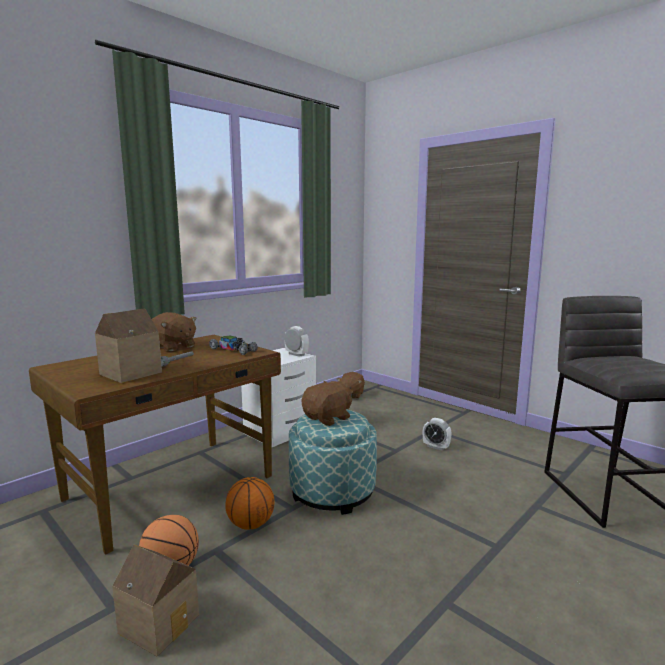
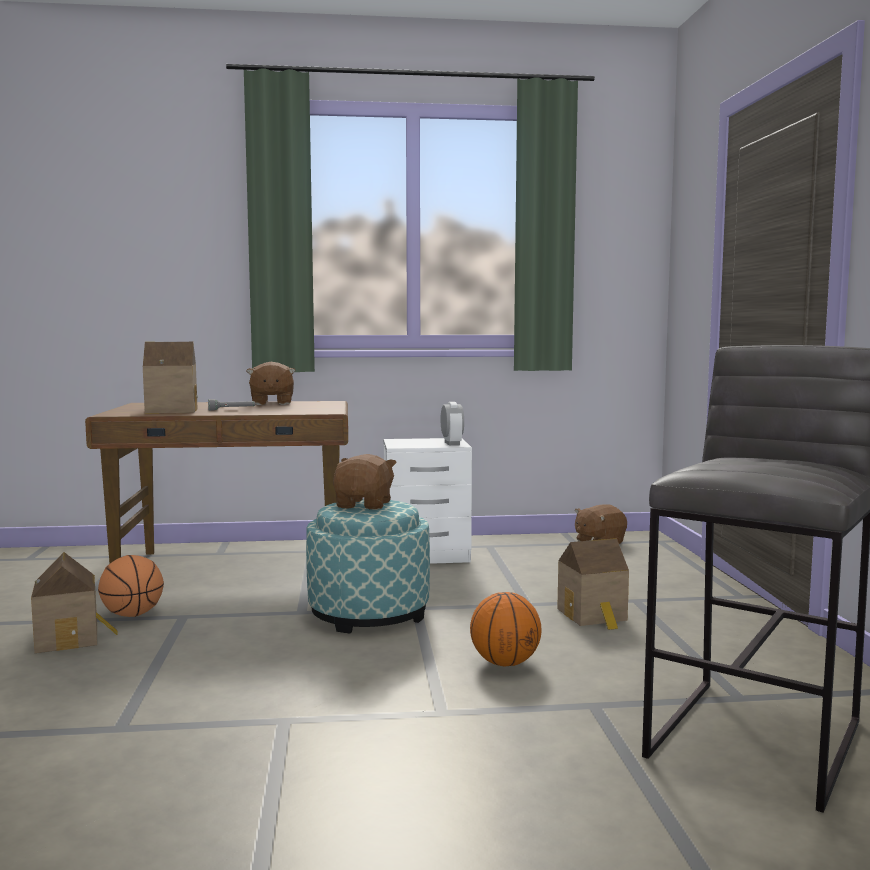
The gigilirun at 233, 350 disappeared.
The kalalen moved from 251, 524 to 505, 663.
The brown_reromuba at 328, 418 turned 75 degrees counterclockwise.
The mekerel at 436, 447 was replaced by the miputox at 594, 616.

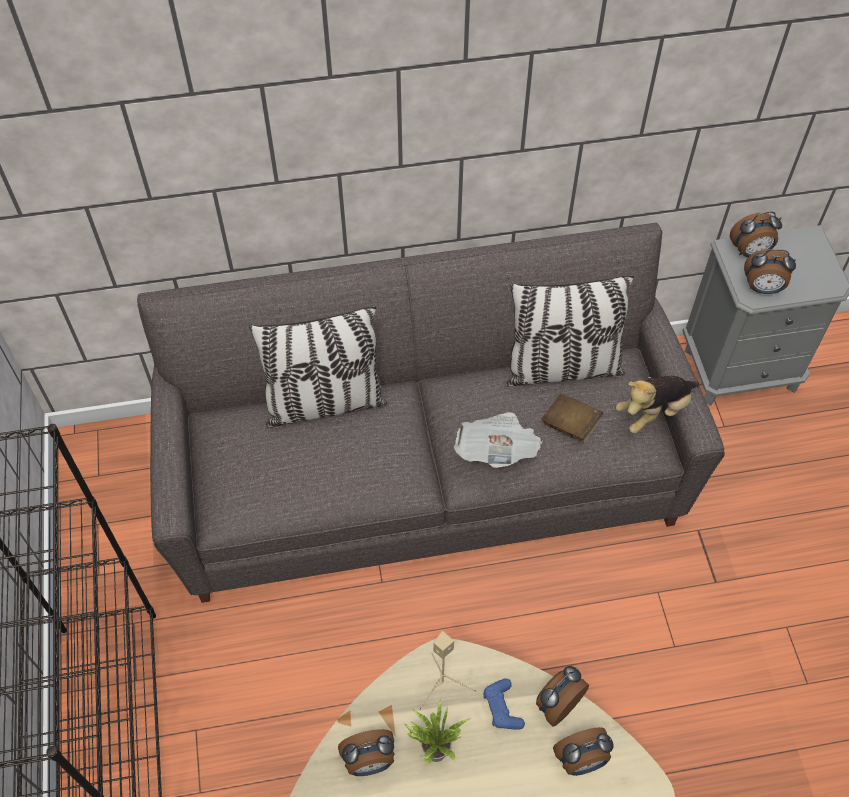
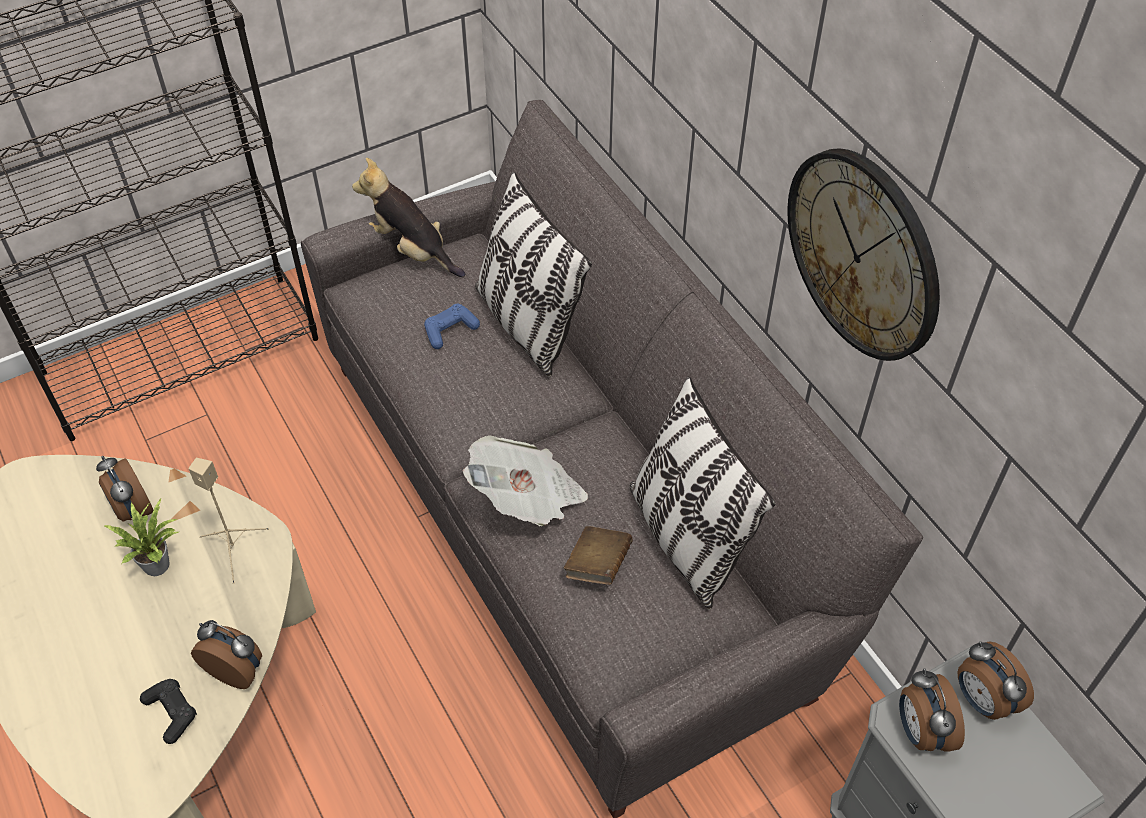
The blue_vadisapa moved from 502, 708 to 450, 330.
The mekerel at 581, 760 was replaced by the black_vadisapa at 172, 713.
The reromuba moved from 654, 411 to 412, 250.
The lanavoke at 864, 254 appeared.

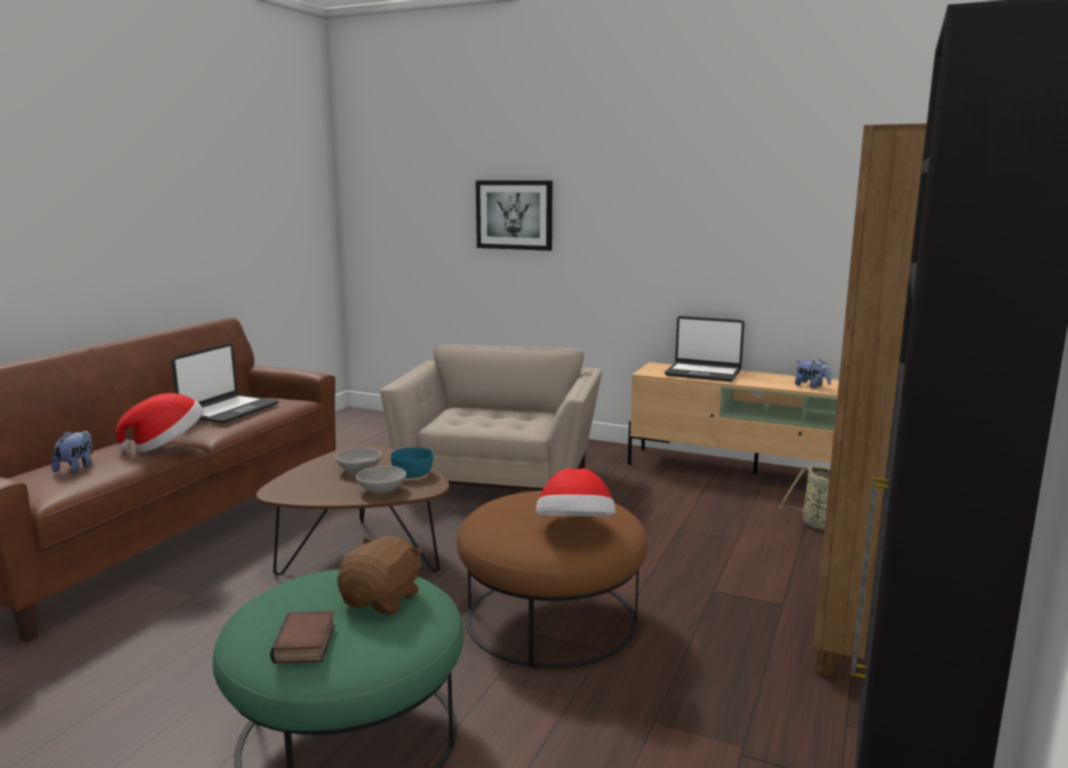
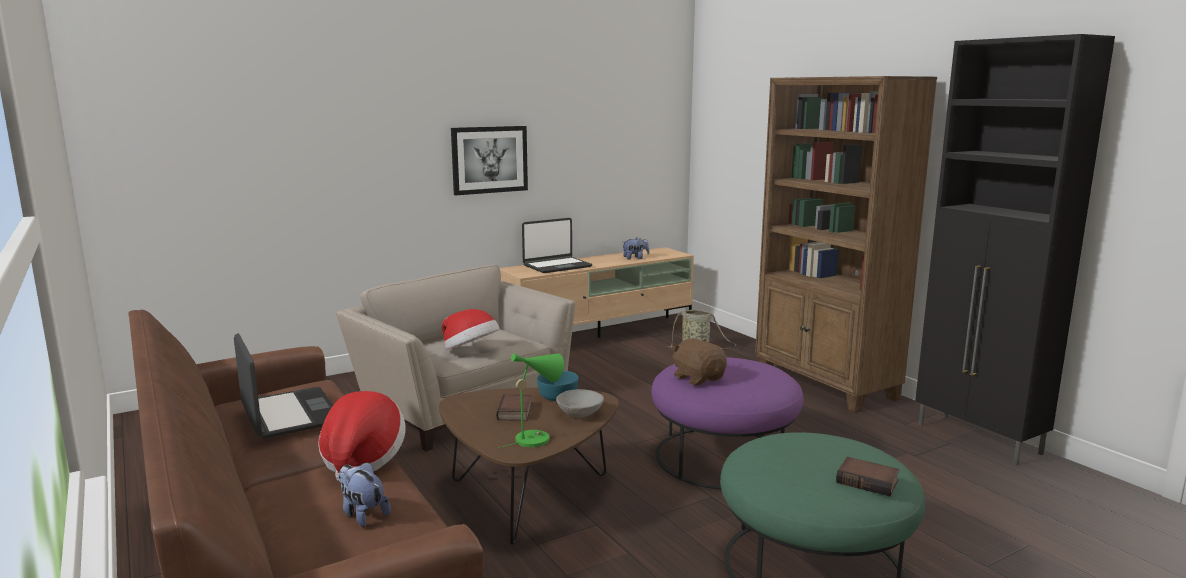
The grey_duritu at 359, 470 was replaced by the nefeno at 516, 412.
The brown_reromuba moved from 383, 600 to 698, 378.
The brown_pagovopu at 551, 618 became the purple_pagovopu at 723, 456.
The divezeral moved from 514, 215 to 489, 159.
The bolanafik moved from 575, 529 to 470, 351.
The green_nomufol at 536, 438 appeared.

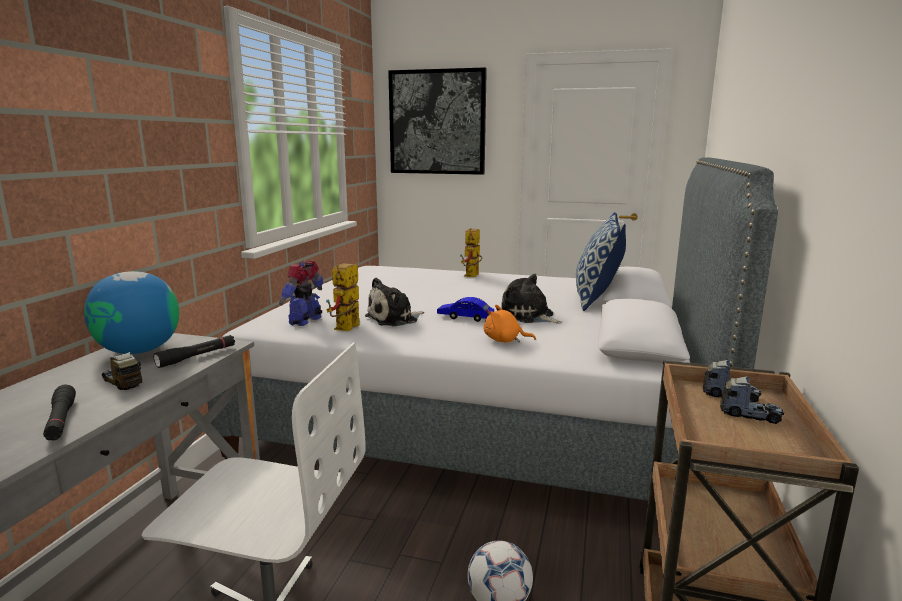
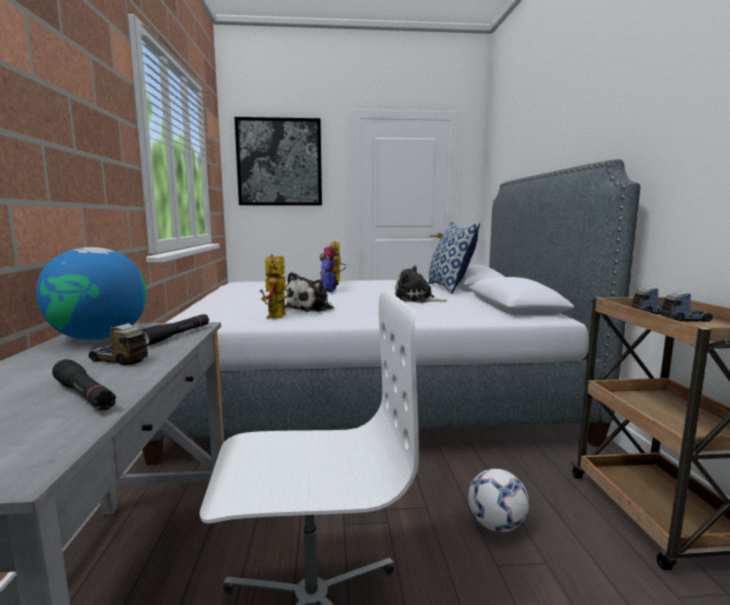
The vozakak moved from 306, 321 to 329, 290.
The blue_gigilirun at 465, 317 disappeared.
The orange_reromuba at 504, 340 disappeared.

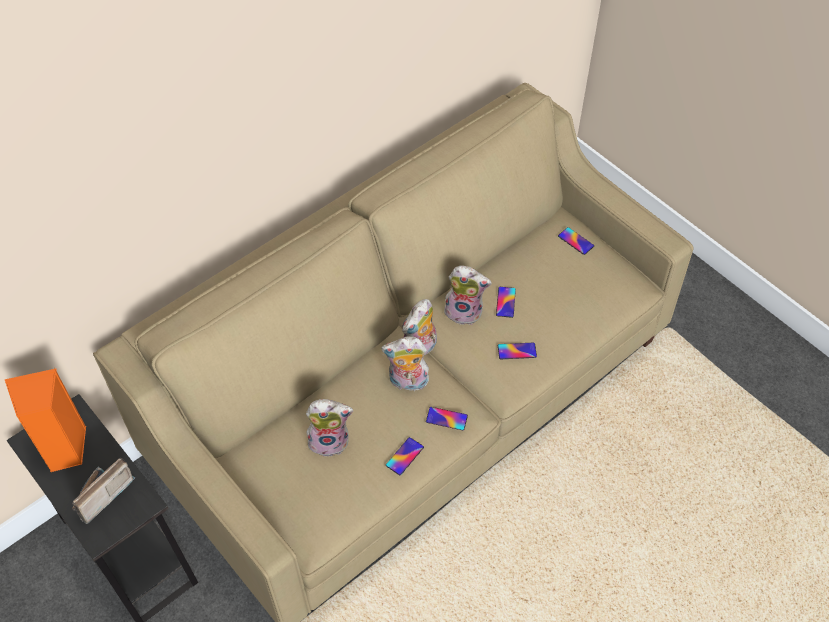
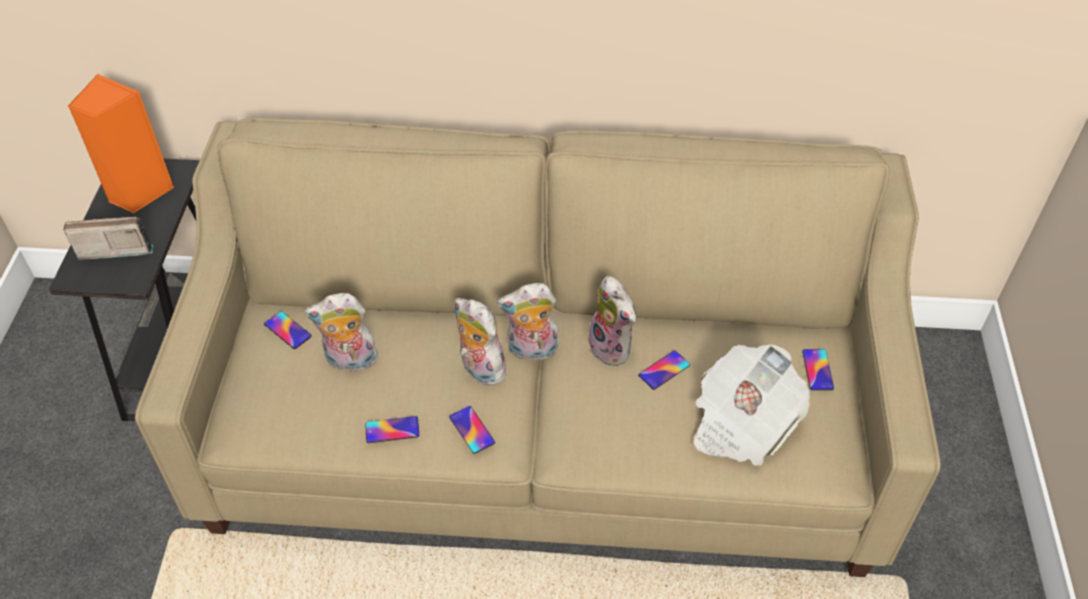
The reromuba at 330, 440 turned 135 degrees clockwise.
The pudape moved from 517, 351 to 288, 330.
The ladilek at 741, 422 appeared.

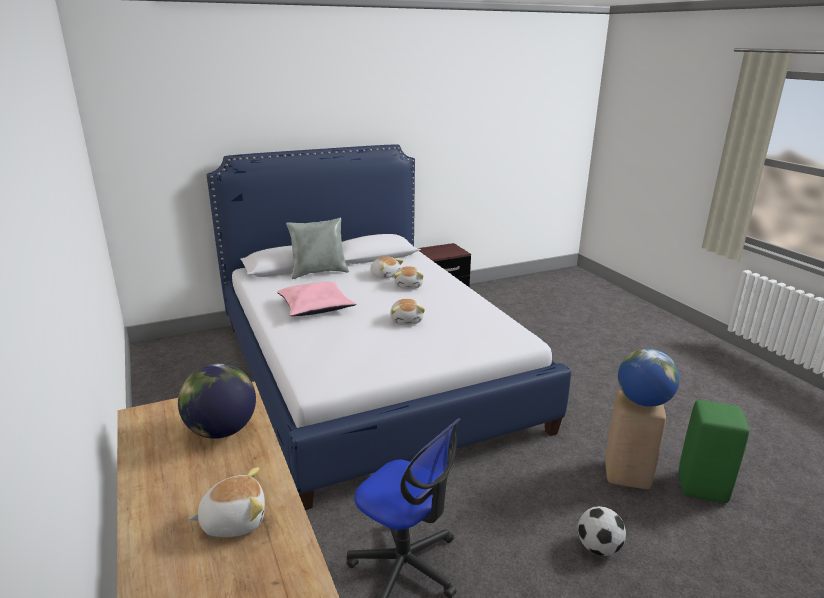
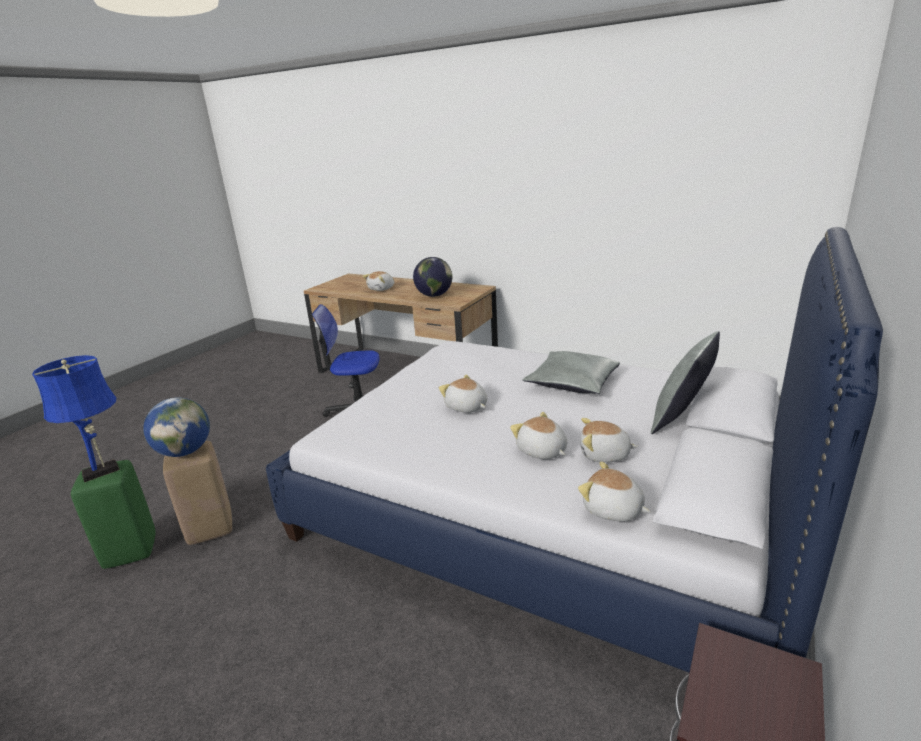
The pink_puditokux at 316, 307 became the grey_puditokux at 572, 382.
The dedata at 598, 548 disappeared.
The blue_nomufol at 105, 470 appeared.
The reromuba at 612, 510 appeared.

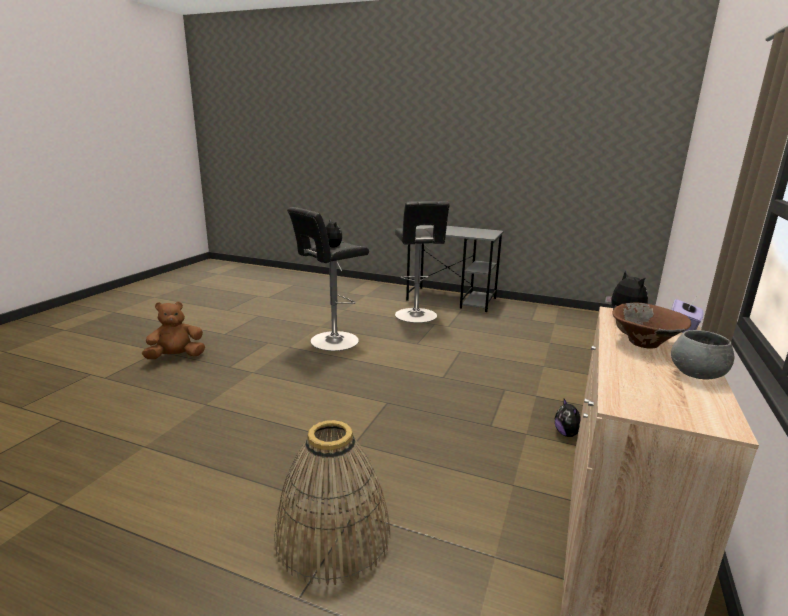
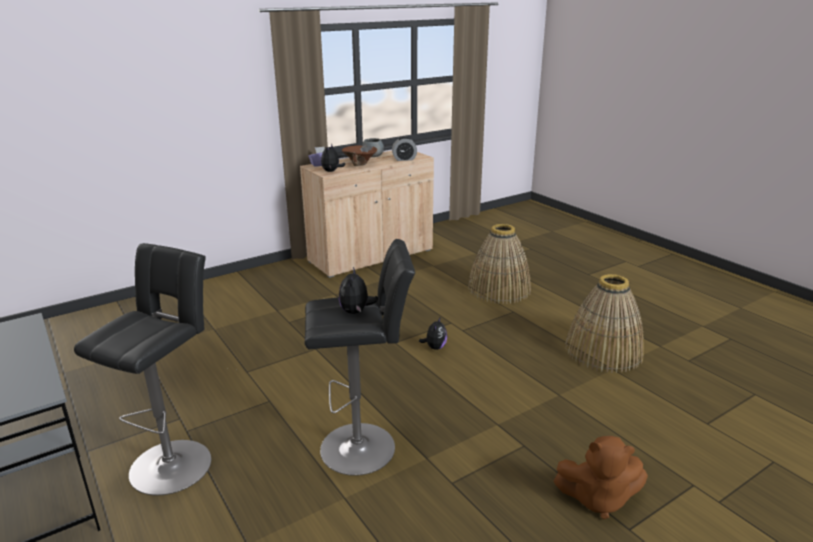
The reromuba moved from 567, 434 to 435, 347.
The mekerel at 404, 159 appeared.
The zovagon at 603, 351 appeared.

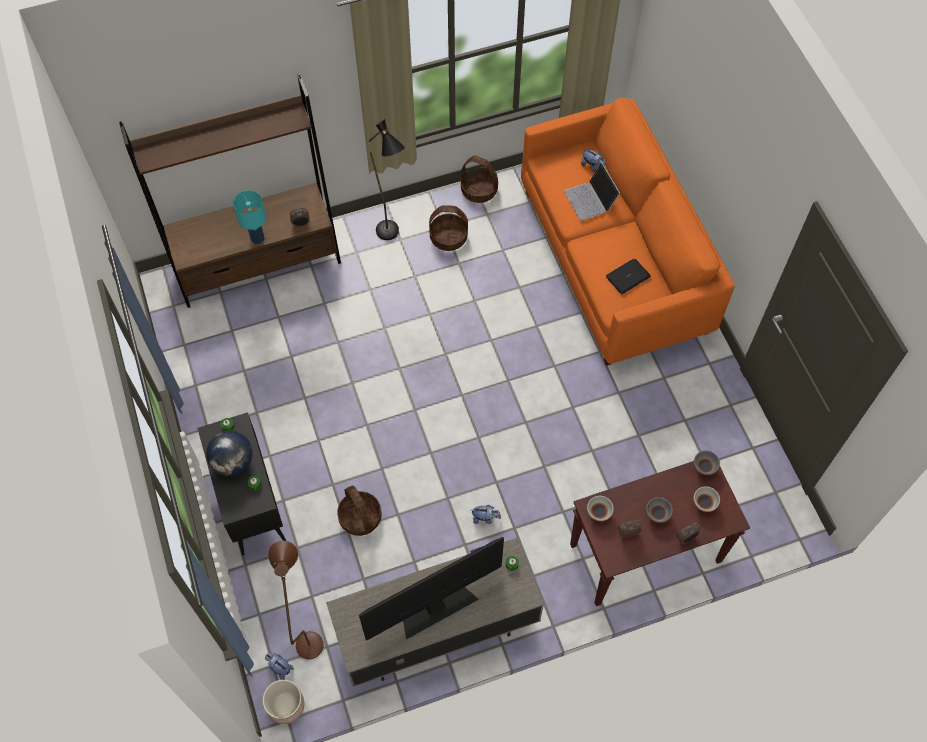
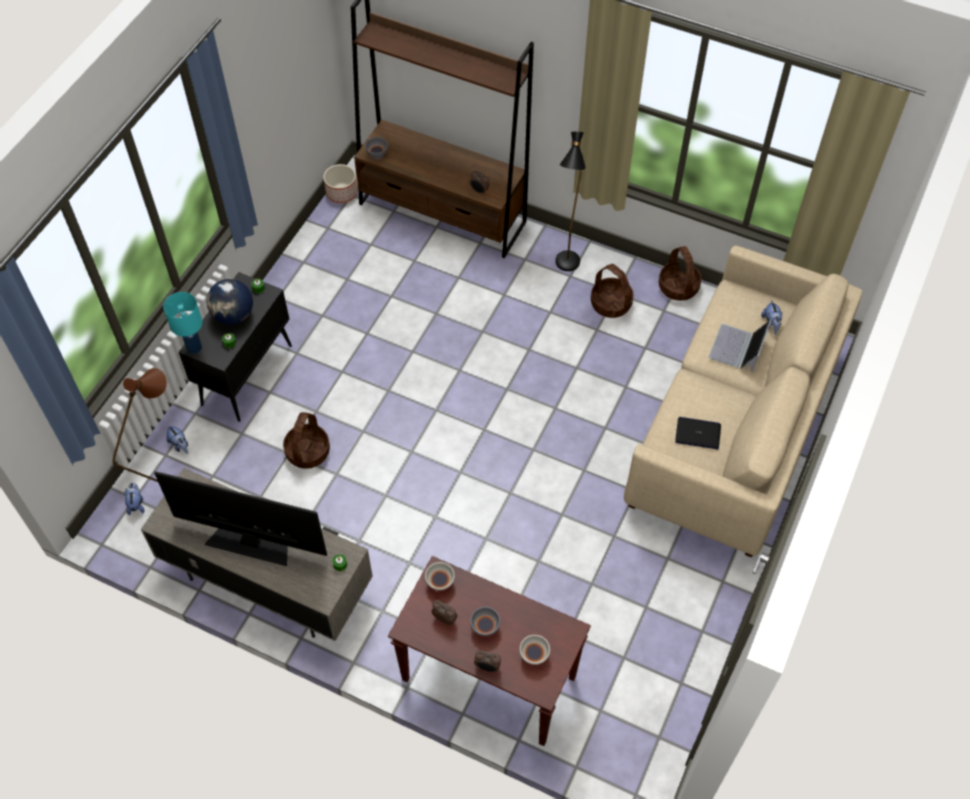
The turquoise_nomufol moved from 258, 238 to 194, 348.
The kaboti moved from 286, 705 to 342, 193.
The reromuba moved from 485, 518 to 180, 445.
The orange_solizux at 614, 260 became the beige_solizux at 733, 430.
The grey_duritu moved from 704, 467 to 377, 154.

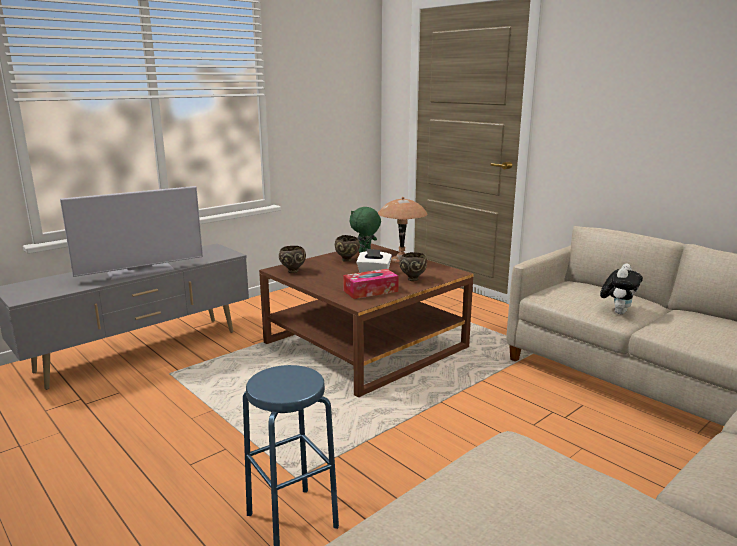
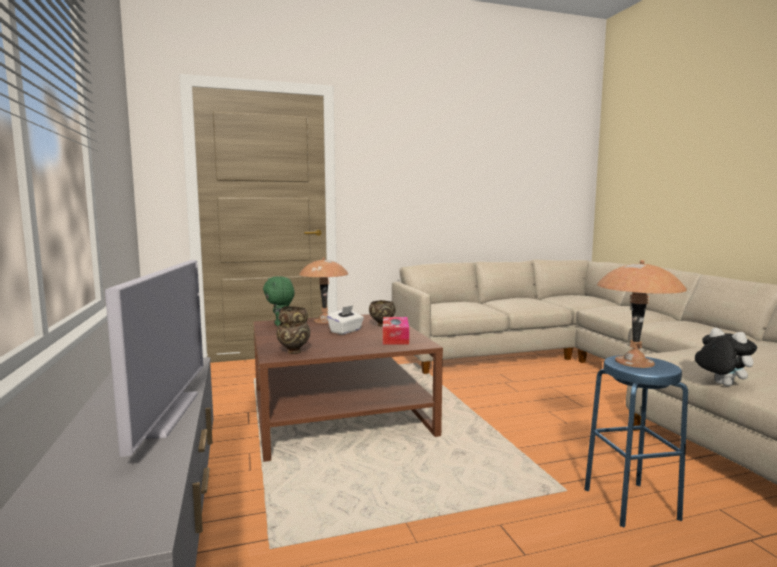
The reromuba moved from 617, 311 to 720, 384.
The brown_nomufol at 633, 362 appeared.

